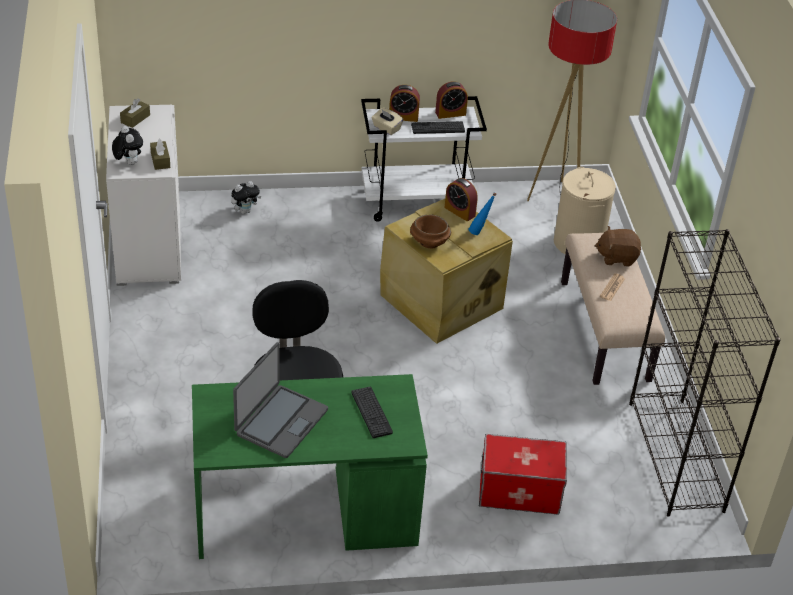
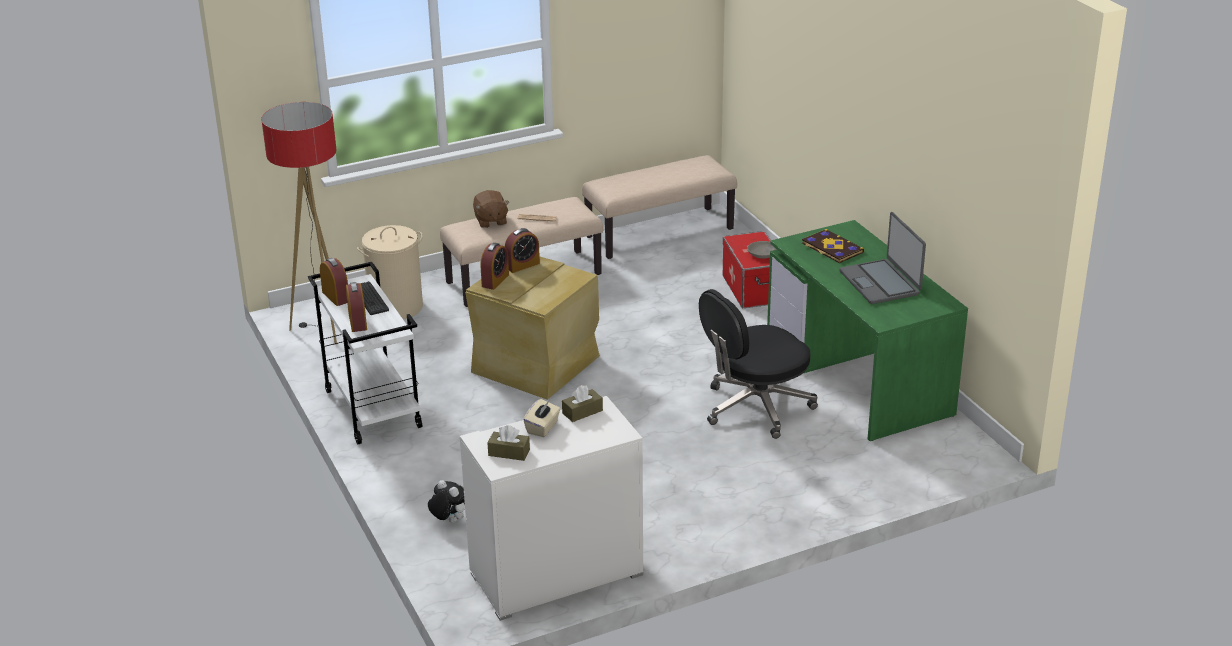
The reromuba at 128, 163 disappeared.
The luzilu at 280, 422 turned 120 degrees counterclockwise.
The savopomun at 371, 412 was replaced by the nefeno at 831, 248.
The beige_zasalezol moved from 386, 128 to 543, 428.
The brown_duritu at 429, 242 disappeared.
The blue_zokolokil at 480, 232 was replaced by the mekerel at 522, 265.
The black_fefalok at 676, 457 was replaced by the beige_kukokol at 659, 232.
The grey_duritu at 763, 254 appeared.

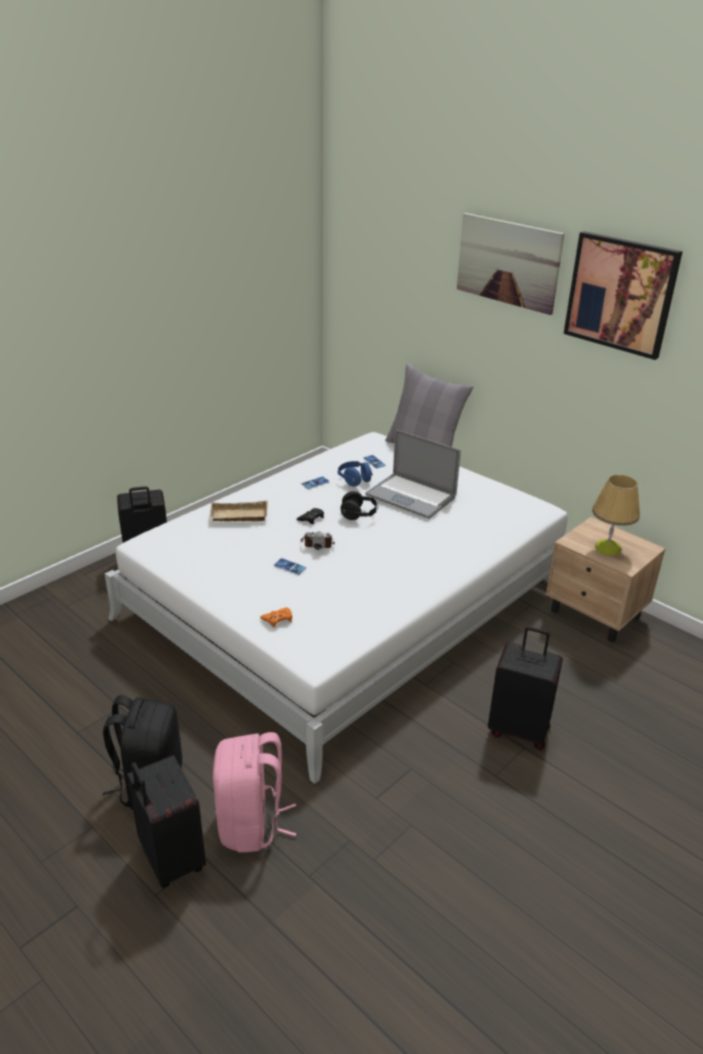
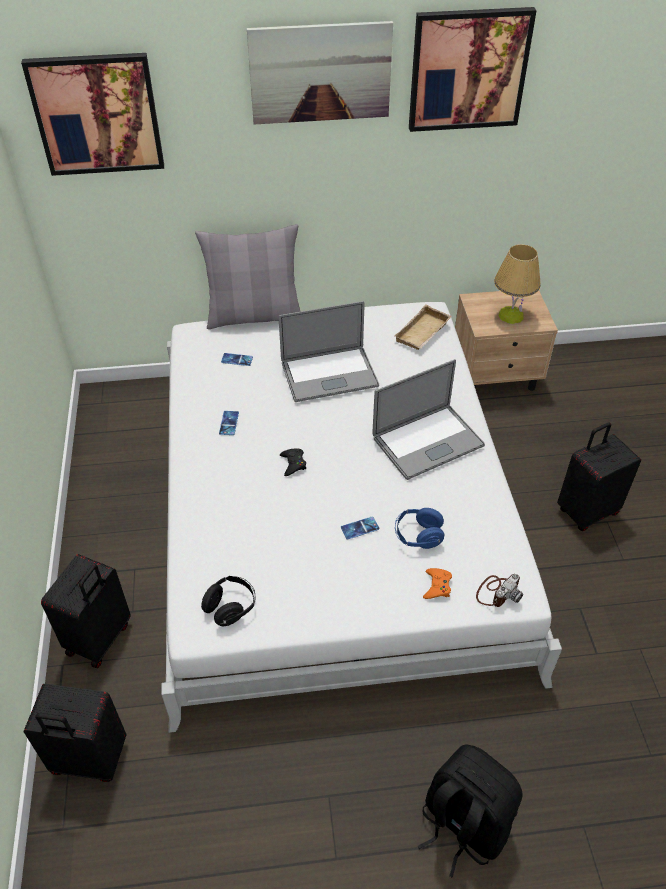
The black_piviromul moved from 170, 859 to 89, 760.
The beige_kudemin moved from 238, 516 to 423, 333.
The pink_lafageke at 252, 824 disappeared.
The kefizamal moved from 317, 543 to 497, 592.
The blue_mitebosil moved from 354, 480 to 418, 536.
The black_mitebosil moved from 359, 515 to 230, 607.
The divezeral at 97, 114 appeared.
The luzilu at 428, 441 appeared.

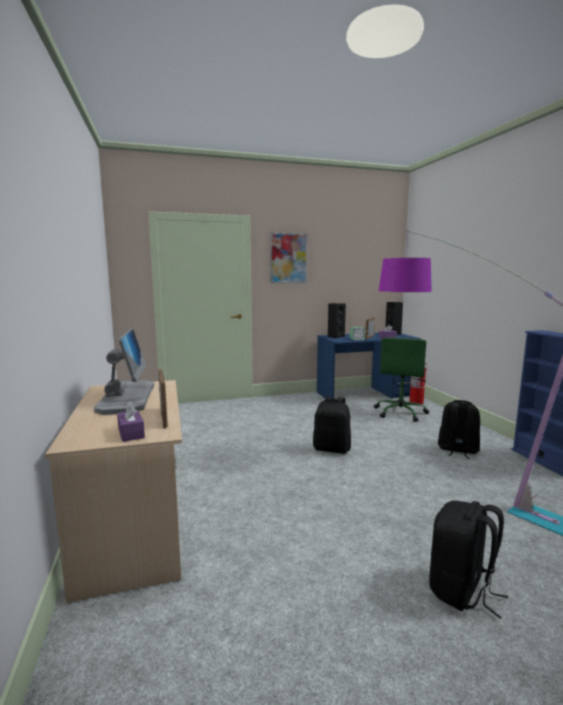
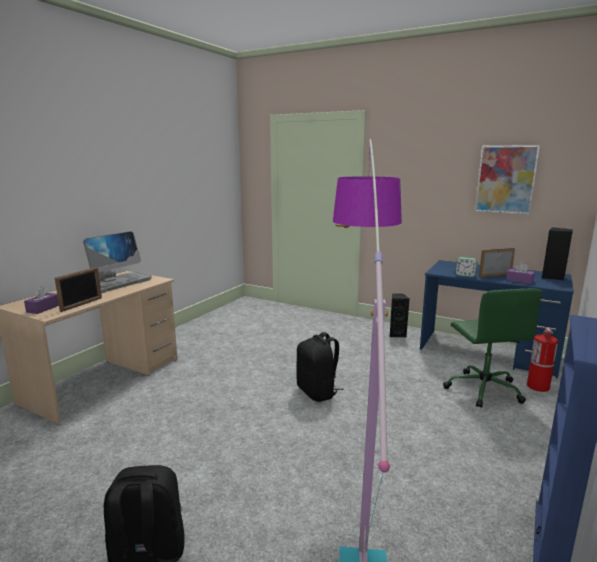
The divezeral moved from 288, 258 to 506, 179.
The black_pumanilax moved from 335, 337 to 397, 334.
The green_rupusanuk at 400, 412 turned 75 degrees counterclockwise.
The black_lafageke at 457, 450 disappeared.

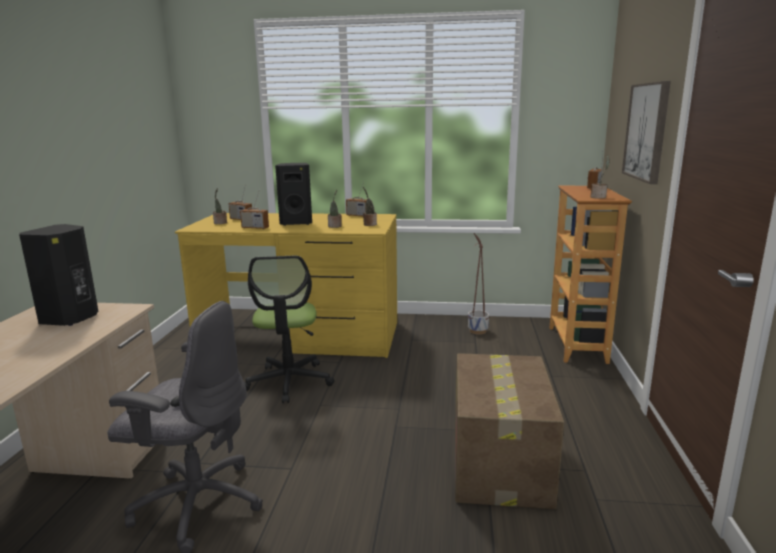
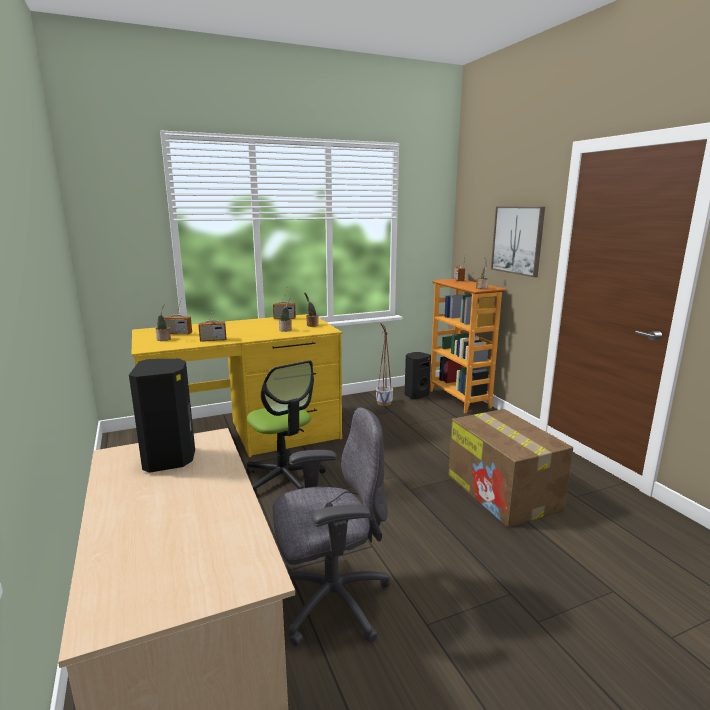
The black_pumanilax moved from 296, 223 to 416, 395.

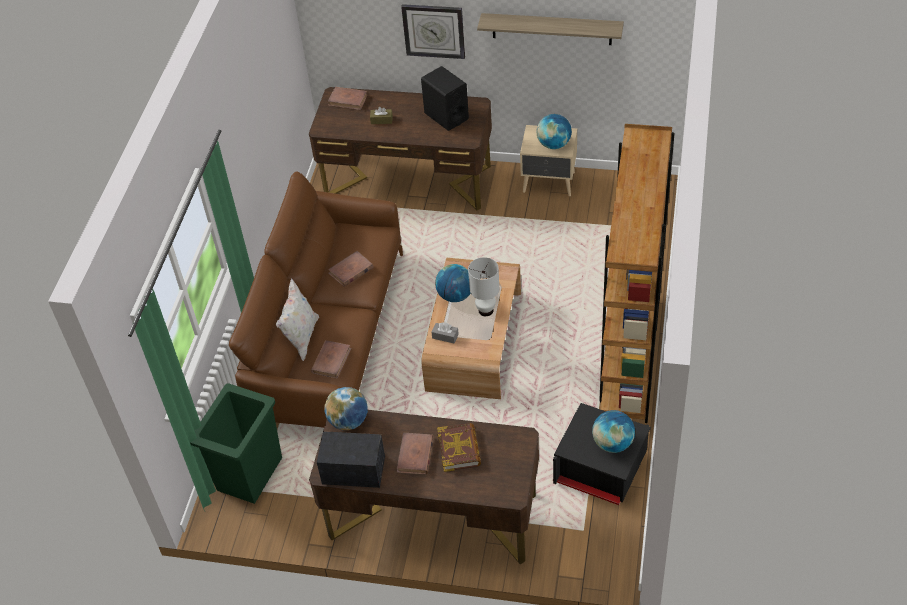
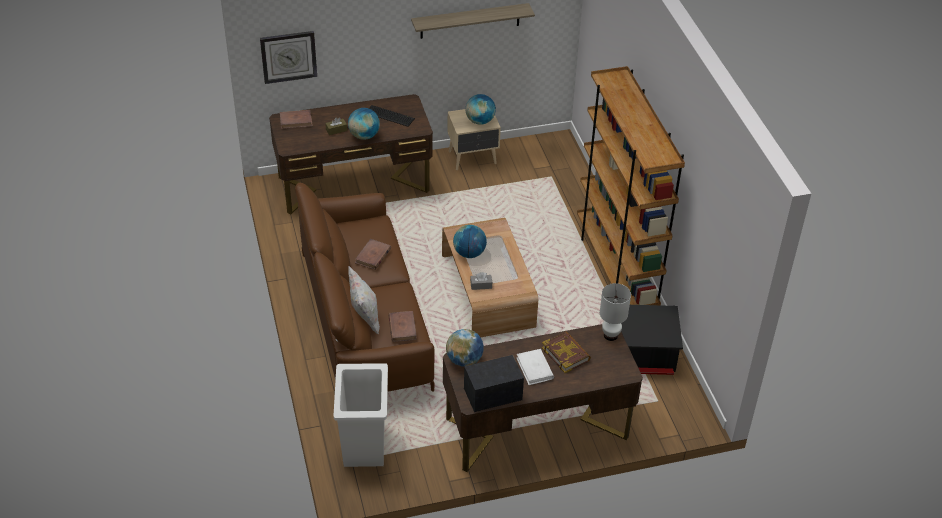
The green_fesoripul at 248, 474 became the white_fesoripul at 363, 446.
The brown_nefeno at 415, 455 became the white_nefeno at 534, 368.
The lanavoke moved from 434, 30 to 288, 56.
The black_pumanilax at 446, 116 was replaced by the savopomun at 389, 115.
The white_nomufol moved from 485, 311 to 610, 335.
The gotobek moved from 612, 443 to 364, 136.

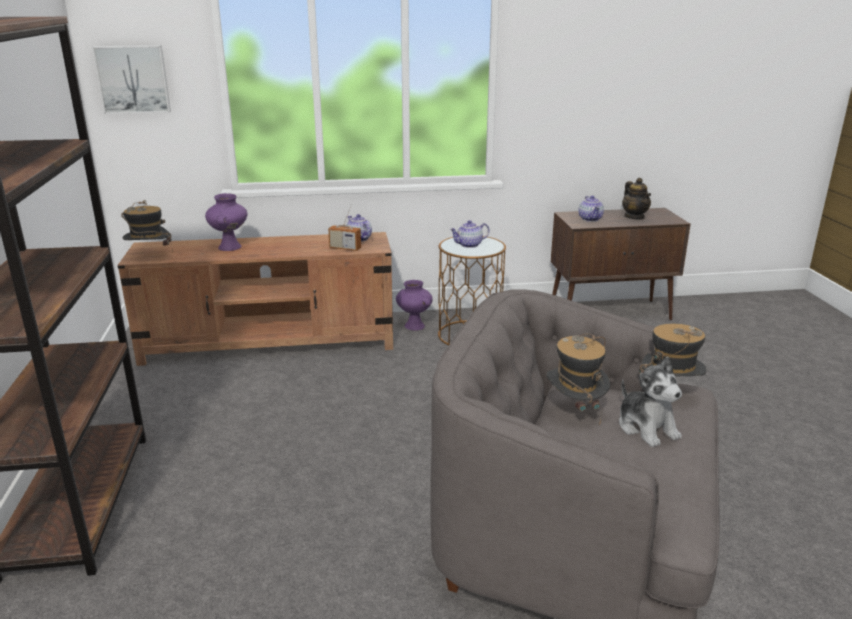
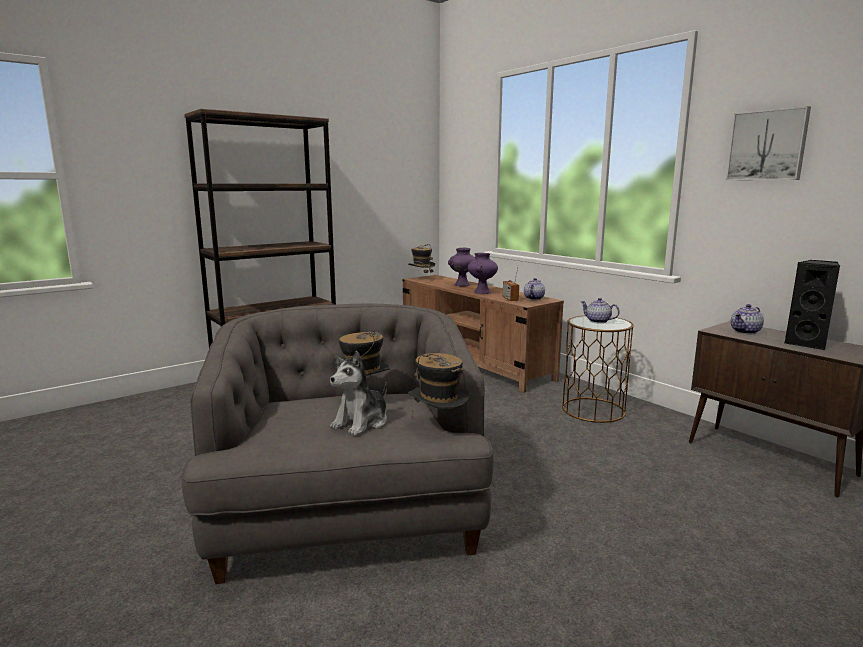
The divezeral moved from 133, 79 to 767, 145.
The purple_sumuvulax moved from 413, 326 to 482, 292.
The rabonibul at 634, 217 was replaced by the black_pumanilax at 807, 343.

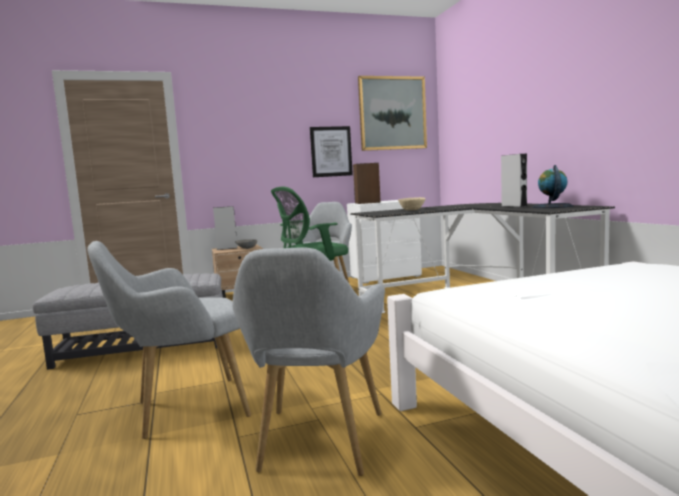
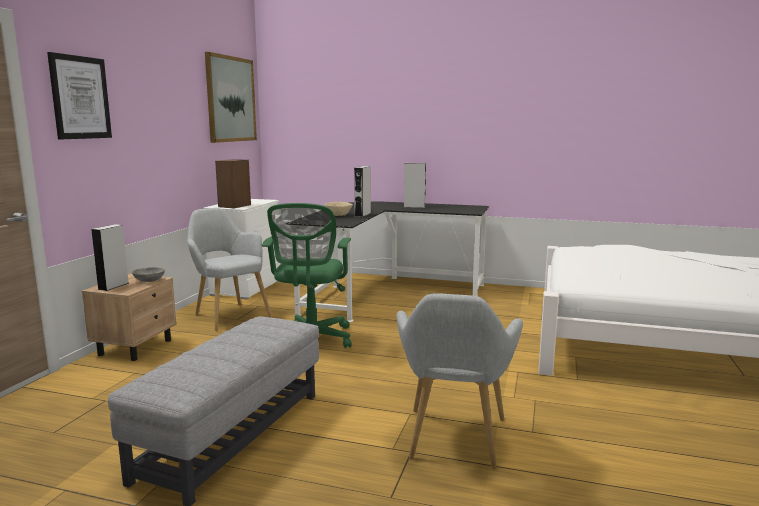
The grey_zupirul at 316, 446 disappeared.
The divezeral moved from 331, 151 to 80, 97.
The gotobek at 552, 206 disappeared.
The grey_pumanilax at 362, 215 appeared.

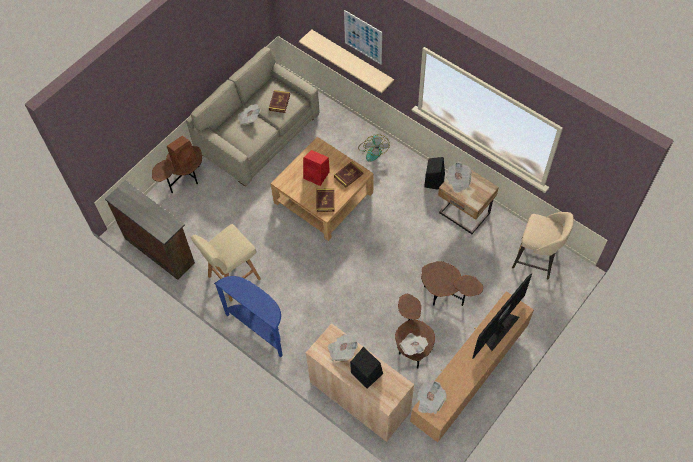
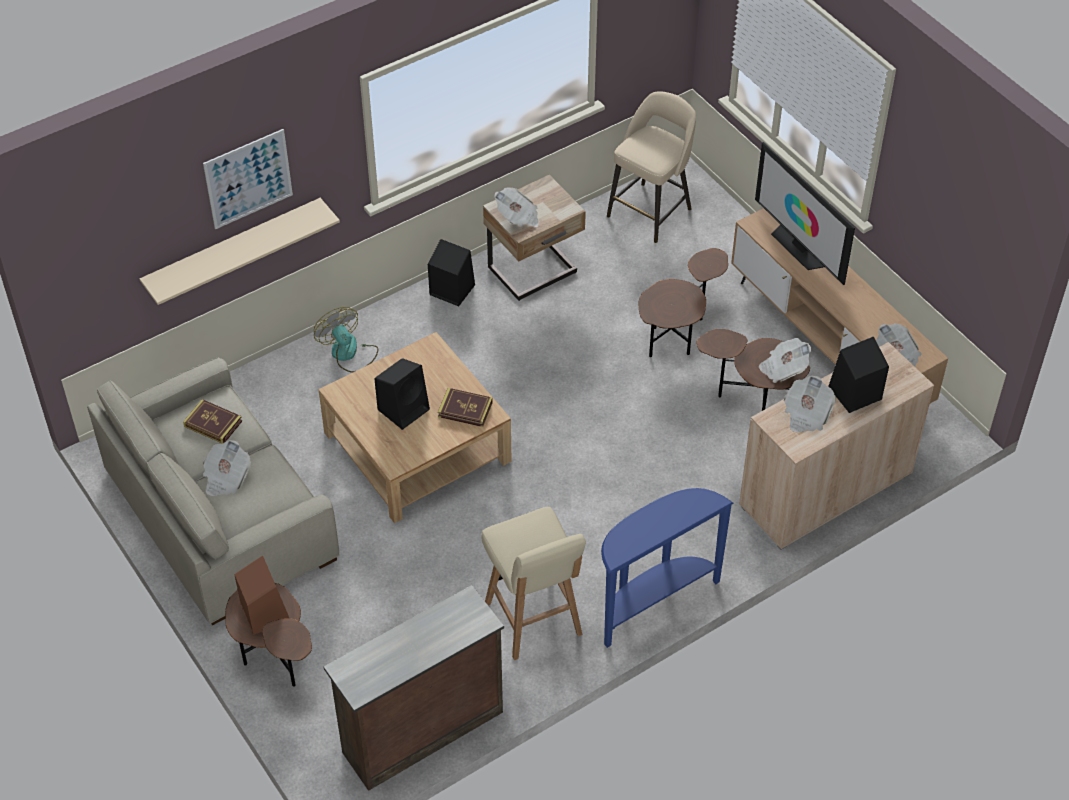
The red_pumanilax at 317, 175 became the black_pumanilax at 404, 408.
The nefeno at 348, 175 disappeared.
The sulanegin at 373, 150 turned 135 degrees counterclockwise.

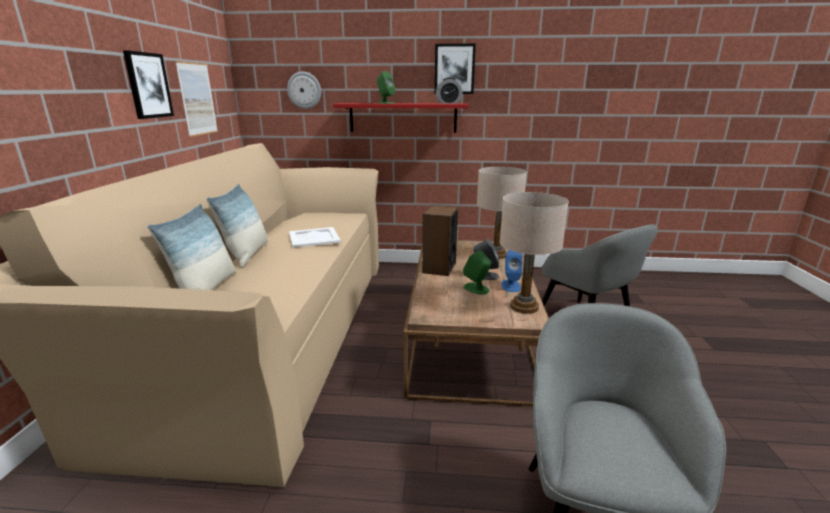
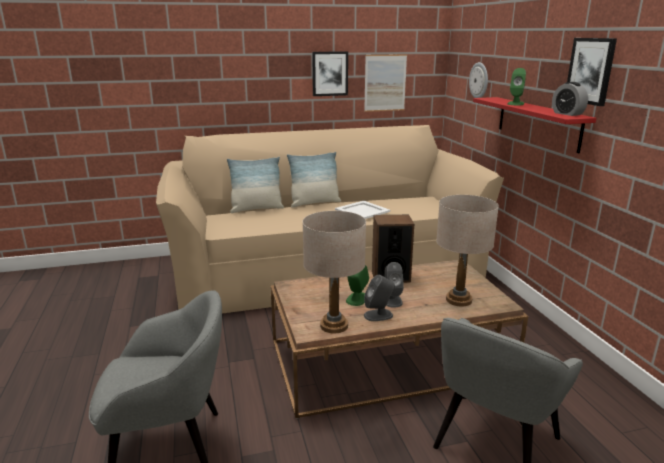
The blue_pumanilax at 510, 285 became the grey_pumanilax at 378, 315.

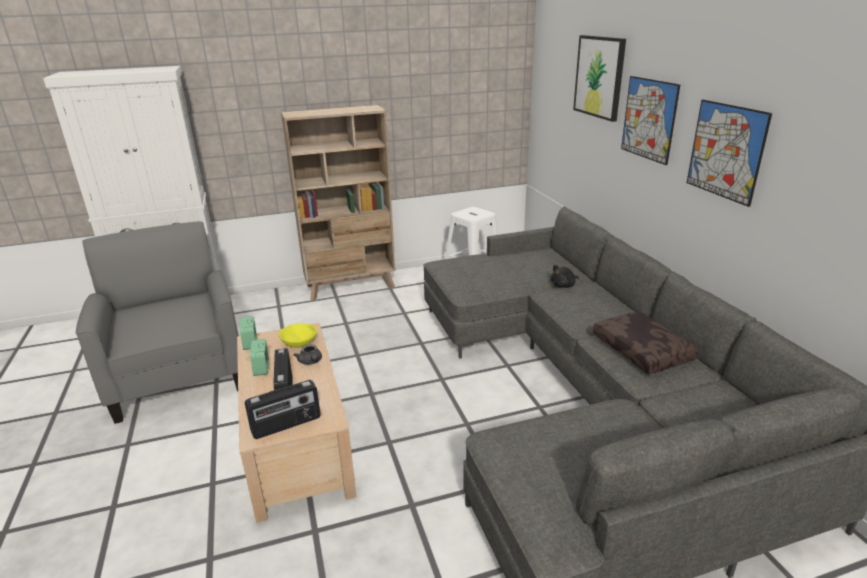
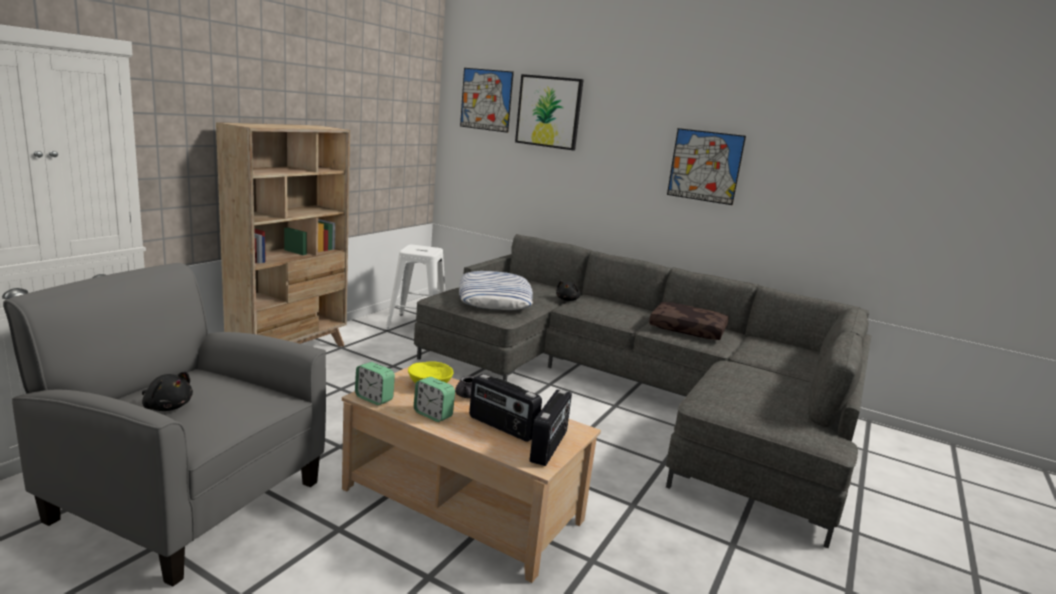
The divezeral moved from 649, 119 to 486, 100.
The black_reromuba at 167, 407 appeared.
The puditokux at 495, 298 appeared.

